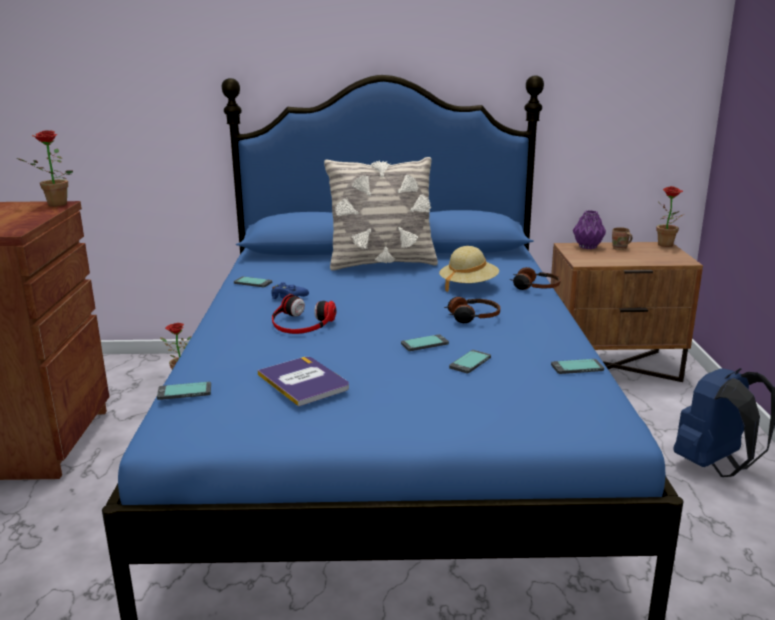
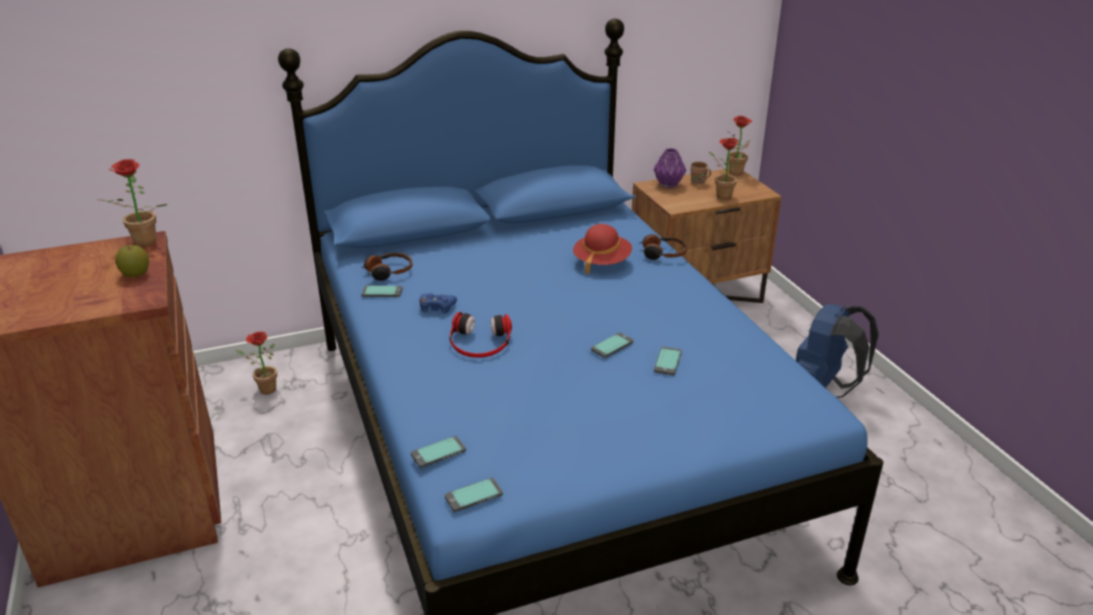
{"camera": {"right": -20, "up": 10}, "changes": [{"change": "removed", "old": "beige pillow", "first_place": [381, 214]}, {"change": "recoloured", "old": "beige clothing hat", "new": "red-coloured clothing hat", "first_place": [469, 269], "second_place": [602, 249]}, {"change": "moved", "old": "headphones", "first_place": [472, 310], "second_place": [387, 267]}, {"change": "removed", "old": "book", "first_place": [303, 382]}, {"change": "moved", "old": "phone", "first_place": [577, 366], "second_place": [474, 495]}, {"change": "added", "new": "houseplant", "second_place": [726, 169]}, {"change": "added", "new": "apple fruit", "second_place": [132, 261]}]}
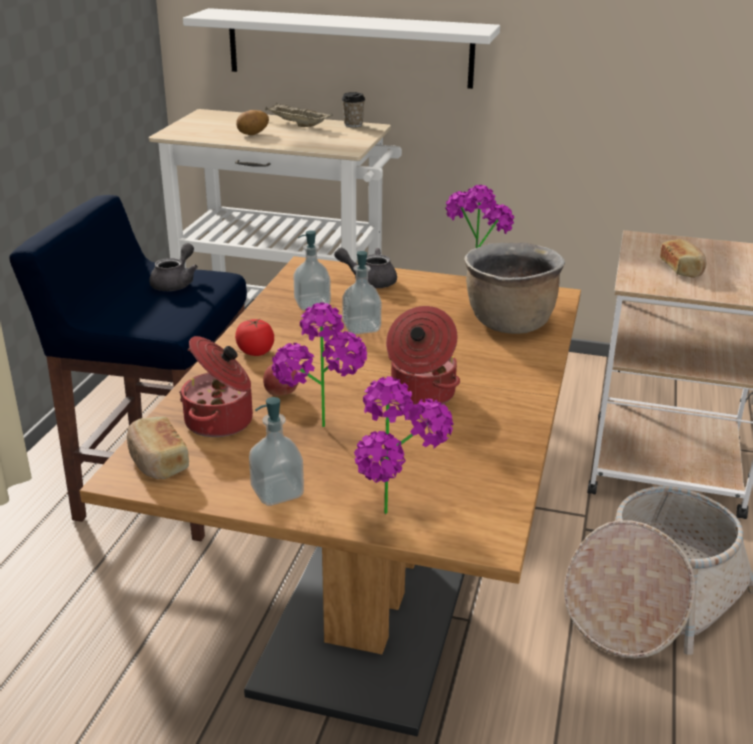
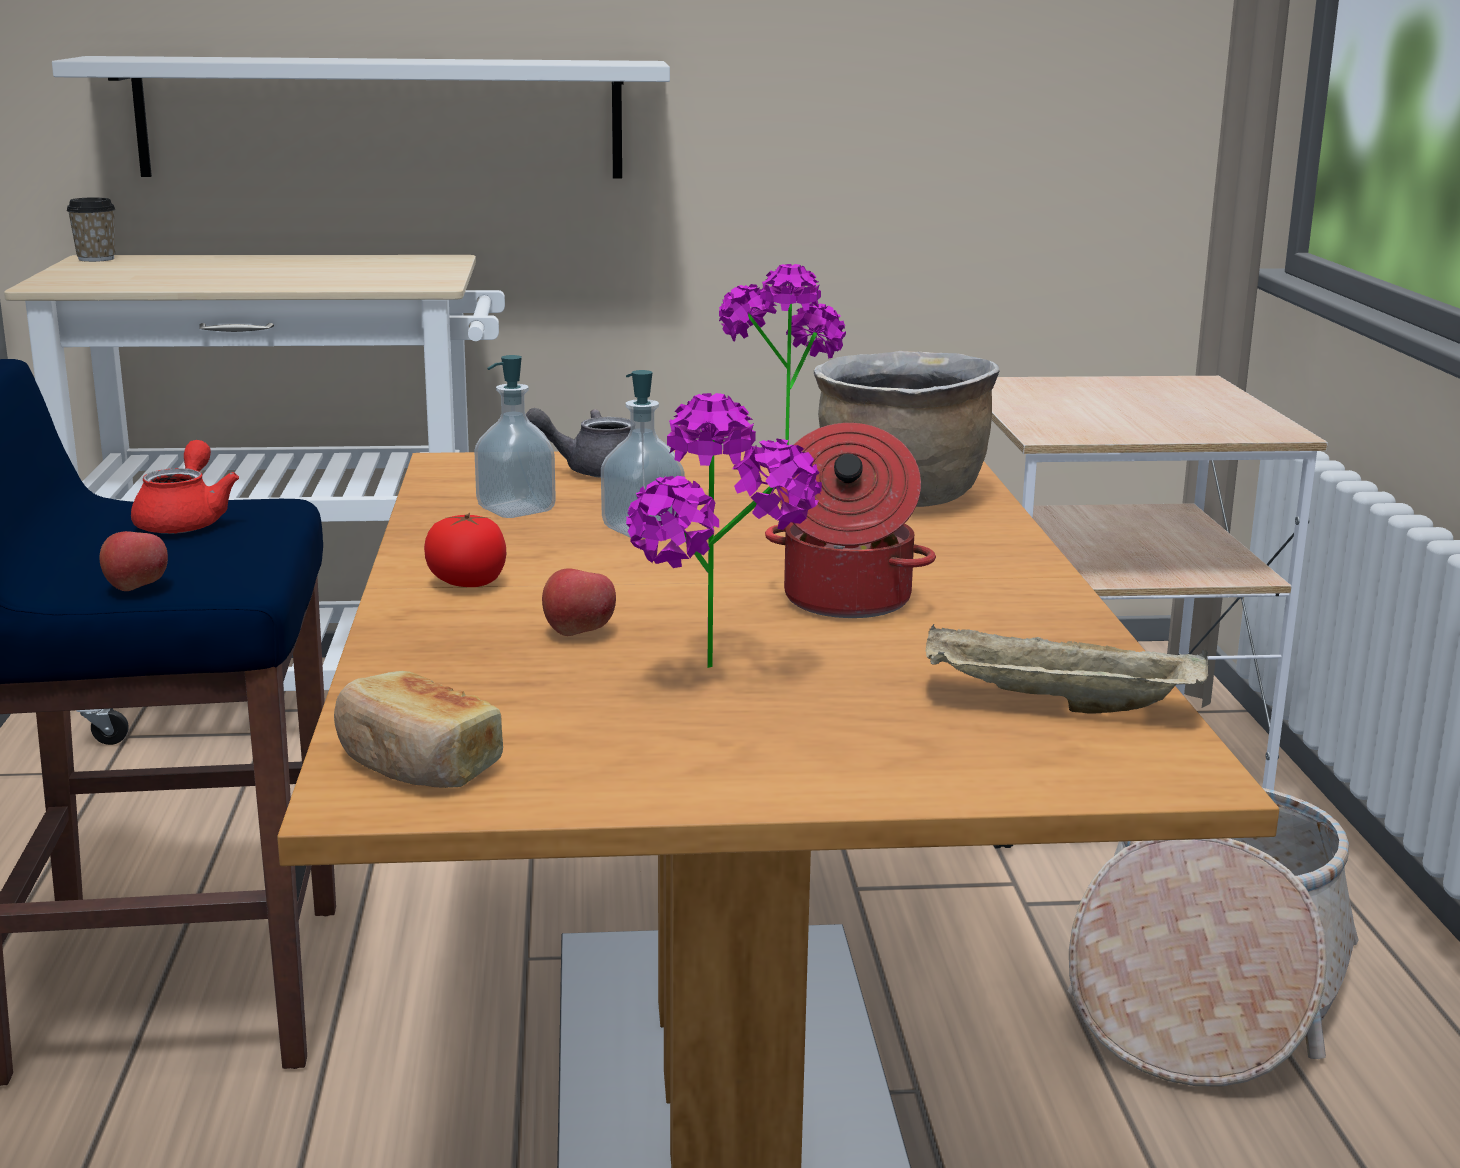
{"camera": {"right": -20, "up": -10}, "changes": [{"change": "moved", "old": "drinking cup", "first_place": [353, 109], "second_place": [91, 229]}, {"change": "moved", "old": "beige serving tray", "first_place": [299, 115], "second_place": [1067, 669]}, {"change": "removed", "old": "potato", "first_place": [252, 122]}, {"change": "removed", "old": "bakery bread", "first_place": [683, 258]}, {"change": "recoloured", "old": "grey teapot", "new": "red-coloured teapot", "first_place": [173, 267], "second_place": [185, 487]}, {"change": "removed", "old": "stockpot", "first_place": [216, 386]}, {"change": "removed", "old": "houseplant", "first_place": [404, 445]}, {"change": "removed", "old": "soap bottle", "first_place": [276, 451]}, {"change": "added", "new": "apple fruit", "second_place": [134, 561]}]}
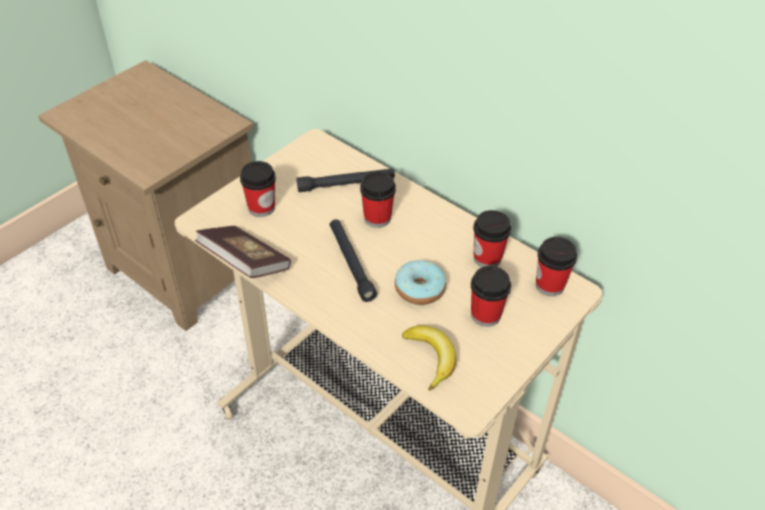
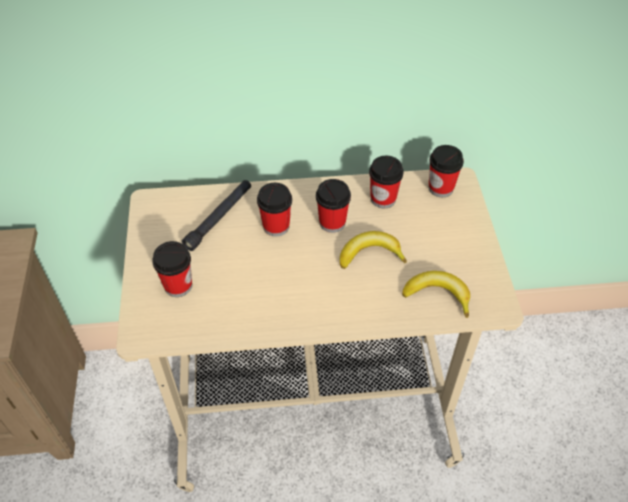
{"camera": {"right": -45, "up": 5}, "changes": [{"change": "removed", "old": "blackish hand torch", "first_place": [353, 260]}, {"change": "removed", "old": "book", "first_place": [243, 252]}, {"change": "replaced", "old": "doughnut", "new": "whole banana", "first_place": [420, 282], "second_place": [373, 250]}, {"change": "moved", "old": "drinking cup", "first_place": [491, 296], "second_place": [333, 206]}]}
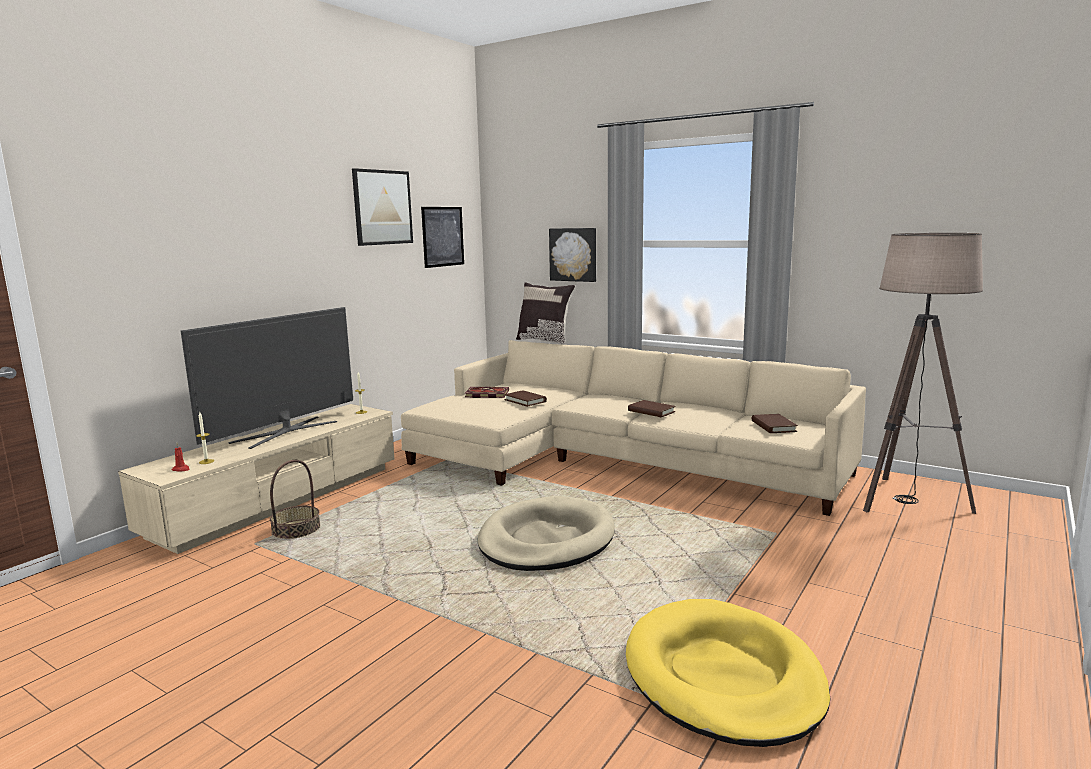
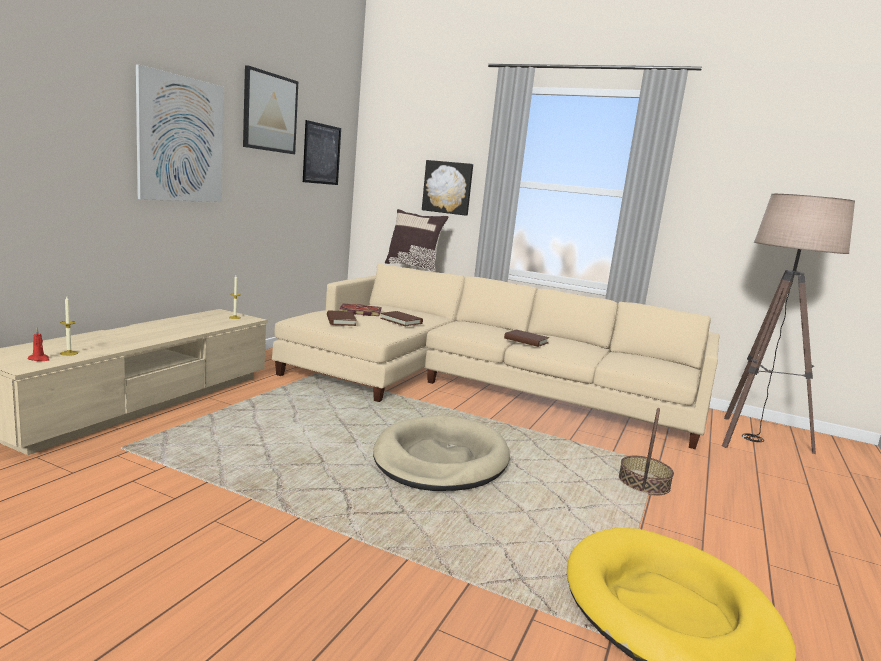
{"camera": {"right": -10, "up": 0}, "changes": [{"change": "removed", "old": "TV", "first_place": [267, 378]}, {"change": "moved", "old": "brownish book", "first_place": [775, 423], "second_place": [342, 318]}, {"change": "moved", "old": "storage basket", "first_place": [295, 499], "second_place": [646, 452]}, {"change": "added", "new": "wall picture", "second_place": [180, 133]}]}
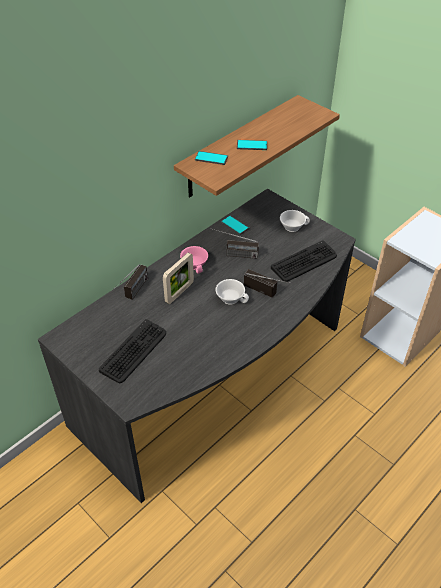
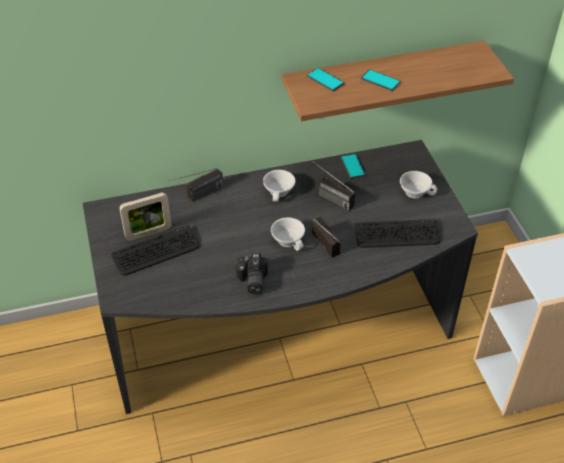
{"camera": {"right": 30, "up": 0}, "changes": [{"change": "recoloured", "old": "pinkish drinking cup", "new": "white drinking cup", "first_place": [194, 260], "second_place": [279, 186]}, {"change": "moved", "old": "standing frame", "first_place": [178, 278], "second_place": [145, 216]}, {"change": "added", "new": "still camera", "second_place": [252, 273]}]}
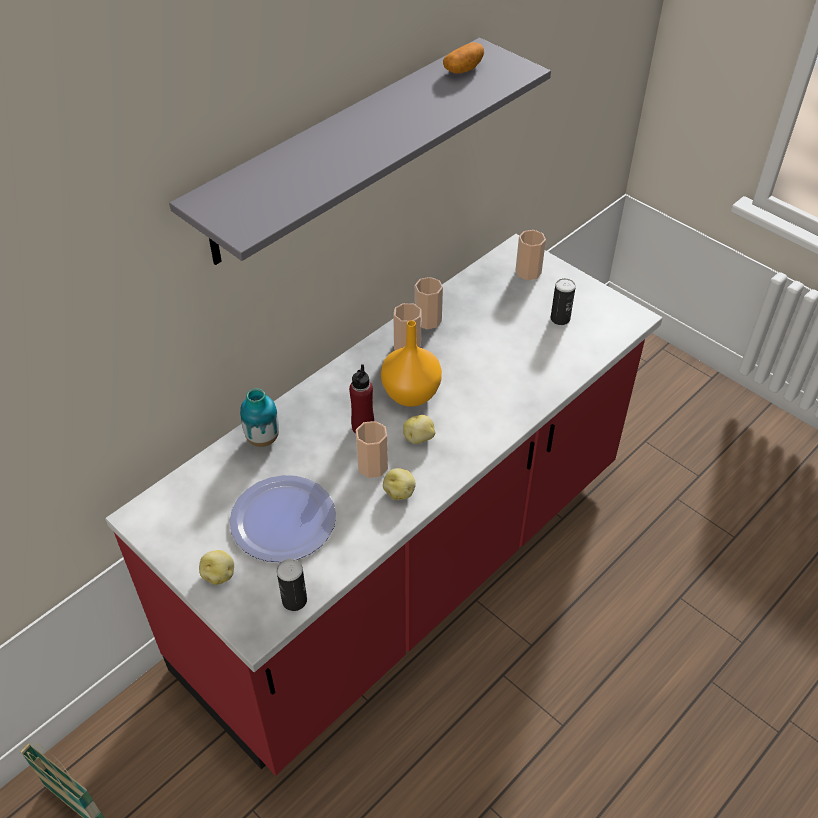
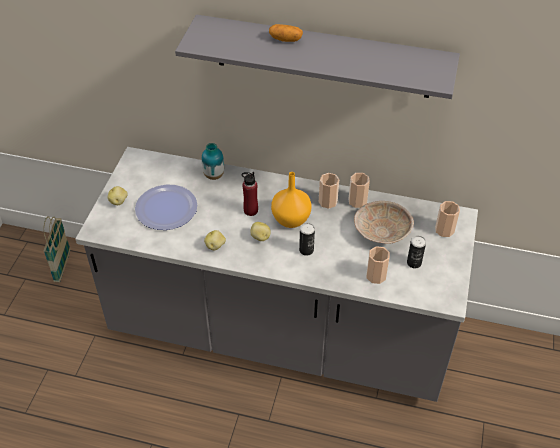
{"camera": {"right": 60, "up": 0}, "changes": [{"change": "moved", "old": "potato", "first_place": [463, 58], "second_place": [286, 33]}, {"change": "recoloured", "old": "red-coloured kitchen base unit", "new": "grey kitchen base unit", "first_place": [384, 505], "second_place": [276, 274]}, {"change": "moved", "old": "drinking cup", "first_place": [372, 449], "second_place": [378, 265]}, {"change": "moved", "old": "can", "first_place": [292, 585], "second_place": [307, 239]}, {"change": "added", "new": "beige deep dish", "second_place": [384, 222]}]}
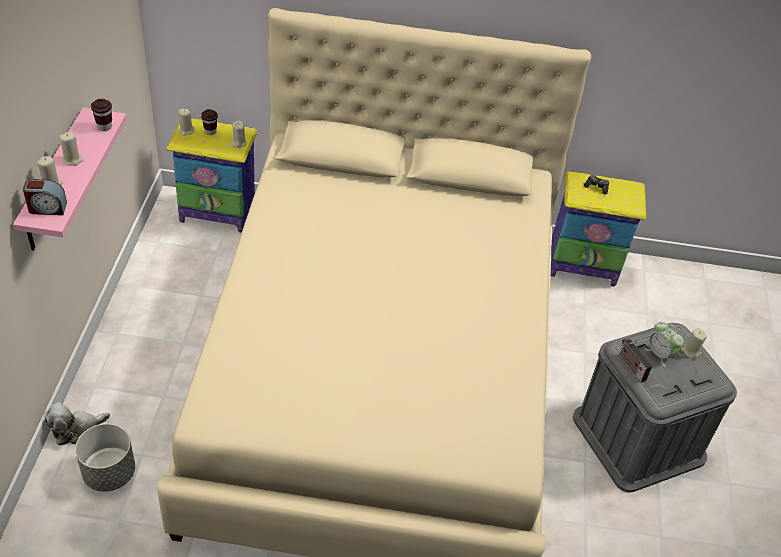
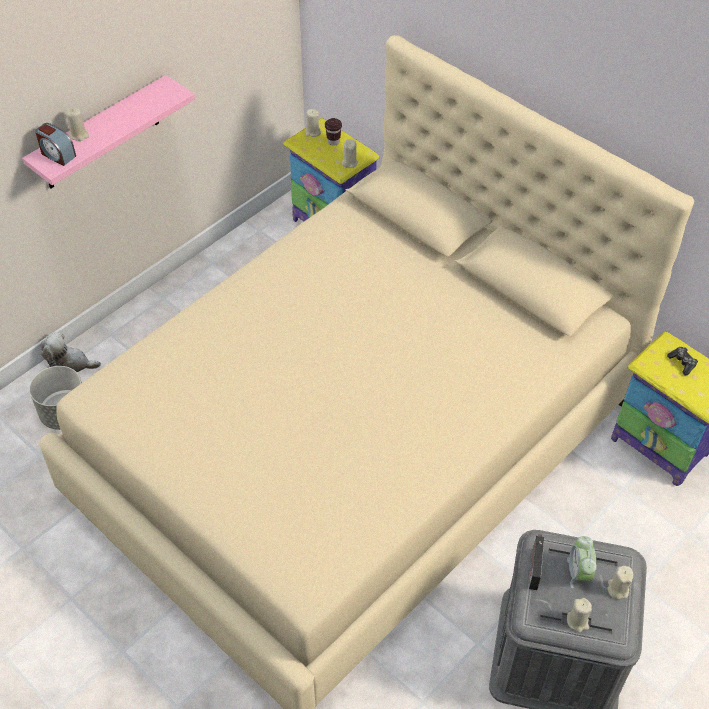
{"camera": {"right": 40, "up": 5}, "changes": [{"change": "removed", "old": "brownish drinking cup", "first_place": [101, 115]}, {"change": "moved", "old": "beige wax light", "first_place": [71, 149], "second_place": [579, 615]}]}
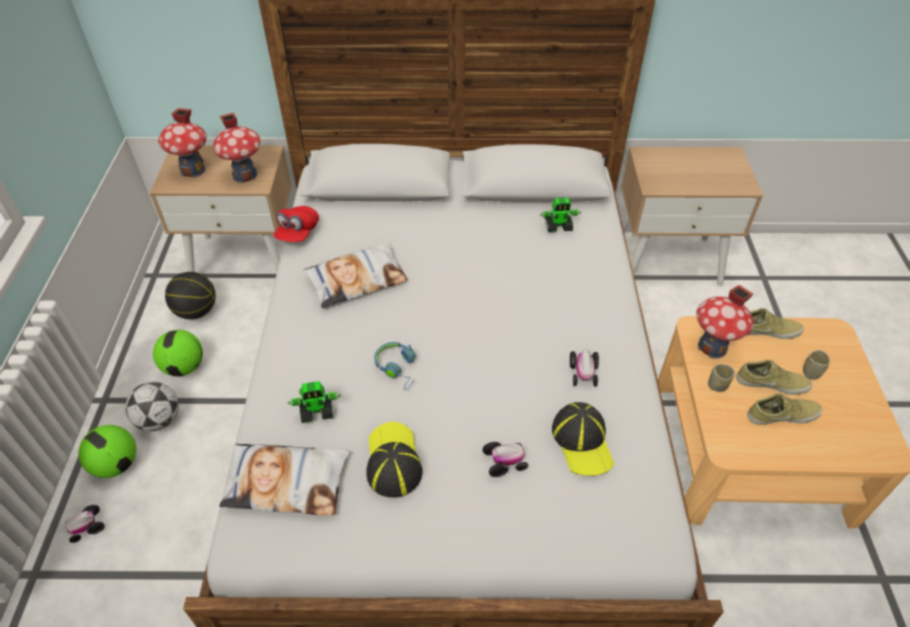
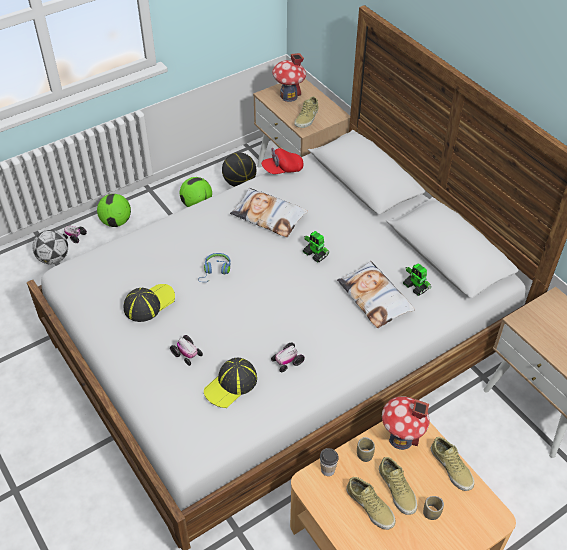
{"camera": {"right": 55, "up": 0}, "changes": [{"change": "replaced", "old": "toy house", "new": "beige item of footwear", "first_place": [236, 148], "second_place": [306, 112]}, {"change": "moved", "old": "toy robot", "first_place": [314, 402], "second_place": [316, 247]}, {"change": "moved", "old": "football", "first_place": [152, 406], "second_place": [50, 247]}, {"change": "moved", "old": "pillow", "first_place": [284, 479], "second_place": [376, 294]}, {"change": "added", "new": "drinking cup", "second_place": [329, 462]}]}
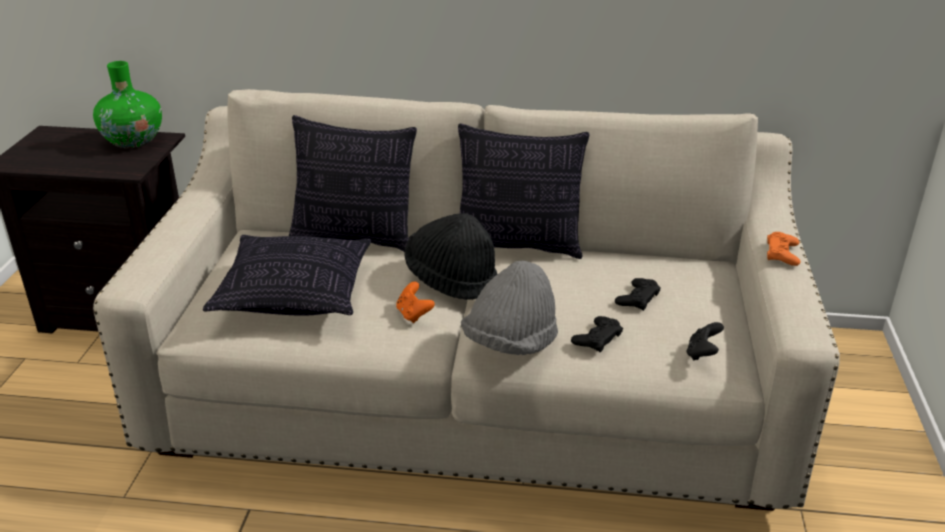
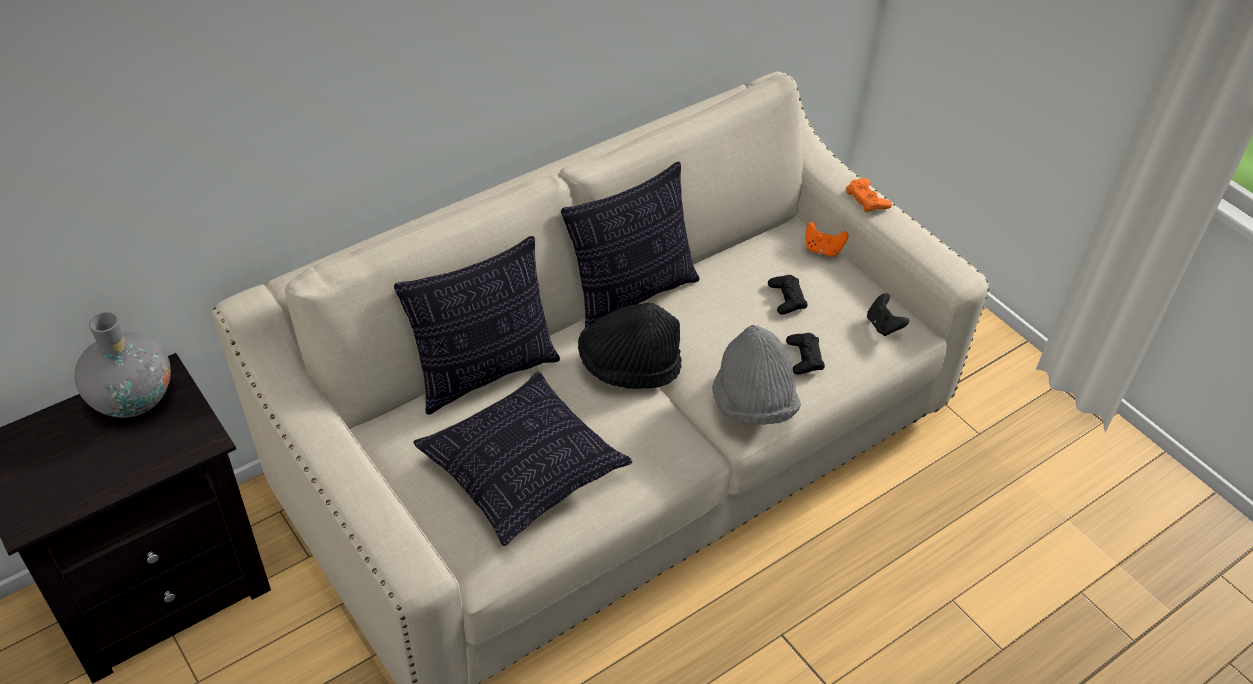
{"camera": {"right": -45, "up": 15}, "changes": [{"change": "recoloured", "old": "green-coloured vase", "new": "grey vase", "first_place": [127, 104], "second_place": [122, 365]}, {"change": "moved", "old": "orangey gamepad", "first_place": [415, 302], "second_place": [827, 239]}]}
